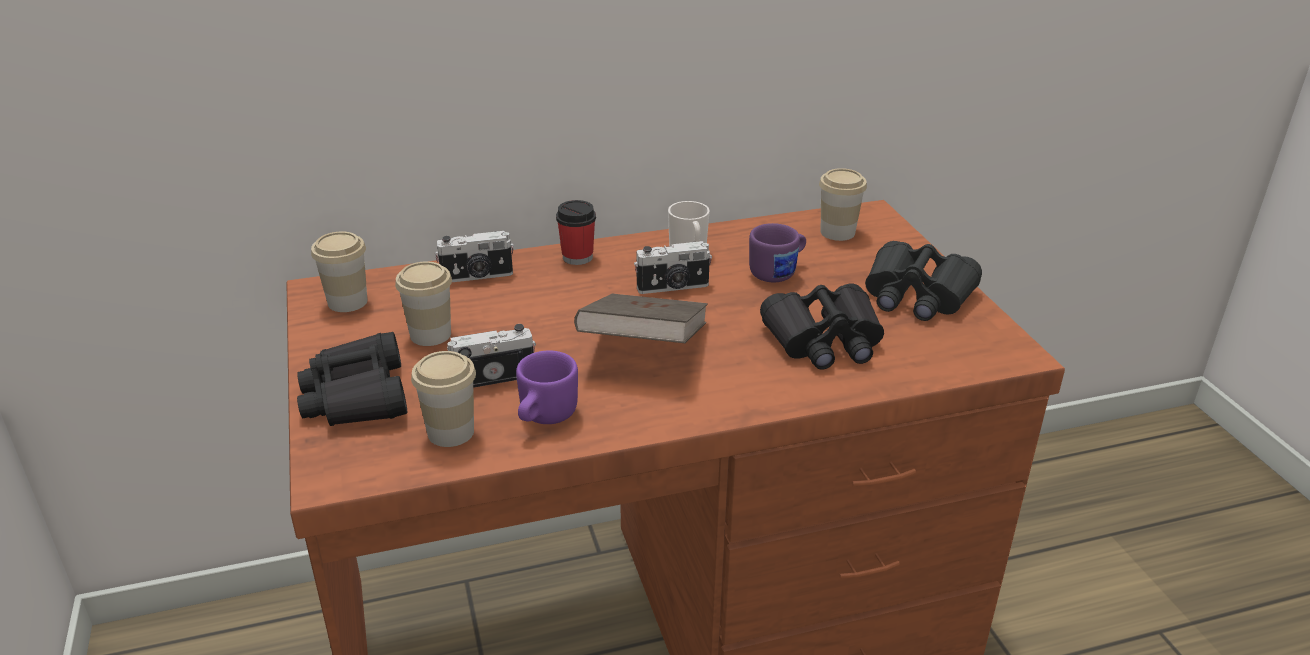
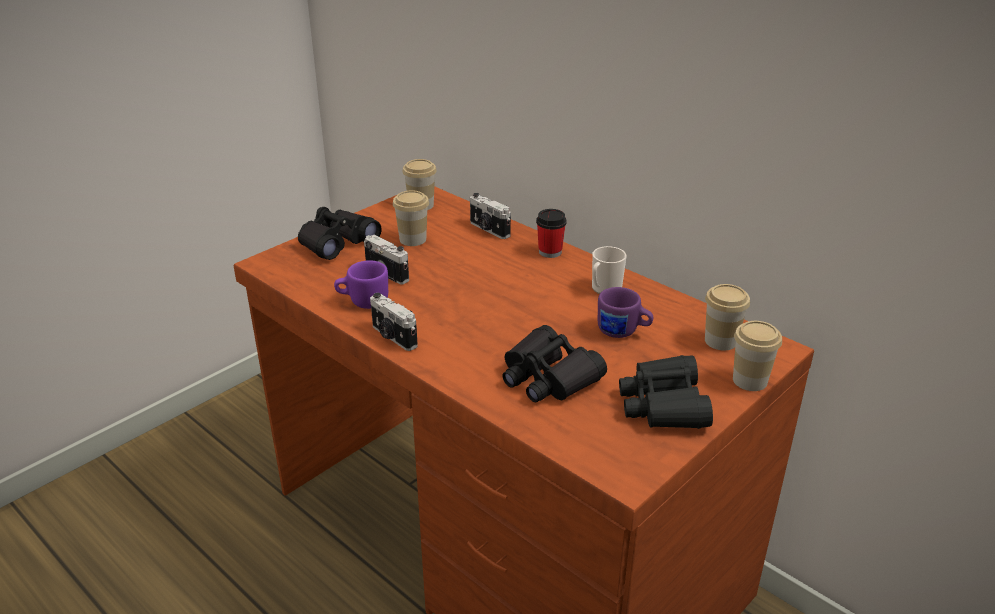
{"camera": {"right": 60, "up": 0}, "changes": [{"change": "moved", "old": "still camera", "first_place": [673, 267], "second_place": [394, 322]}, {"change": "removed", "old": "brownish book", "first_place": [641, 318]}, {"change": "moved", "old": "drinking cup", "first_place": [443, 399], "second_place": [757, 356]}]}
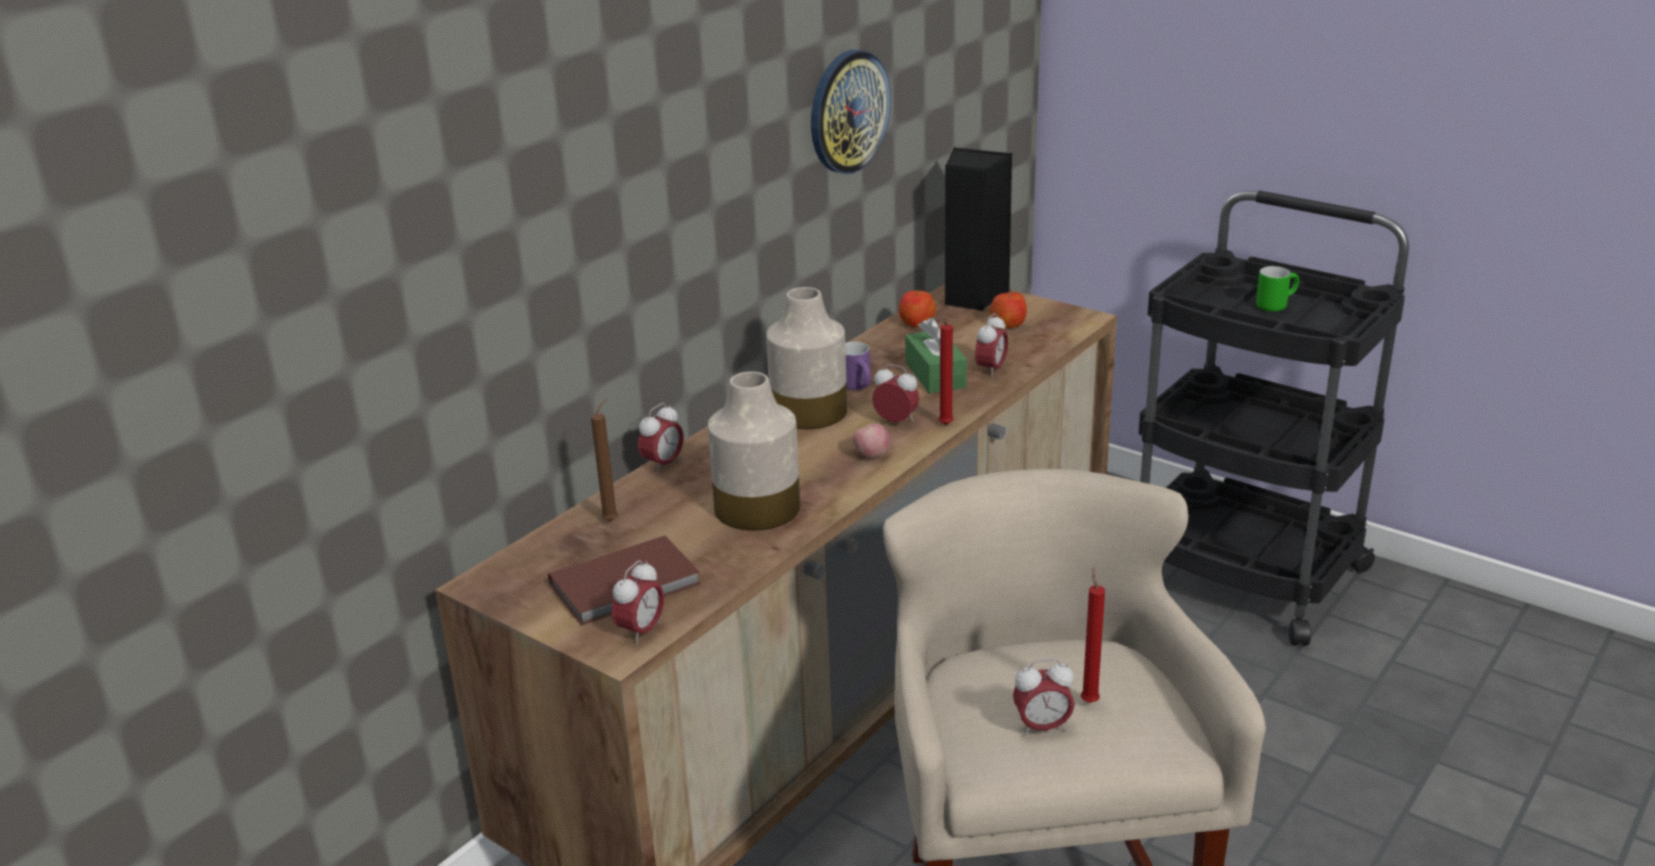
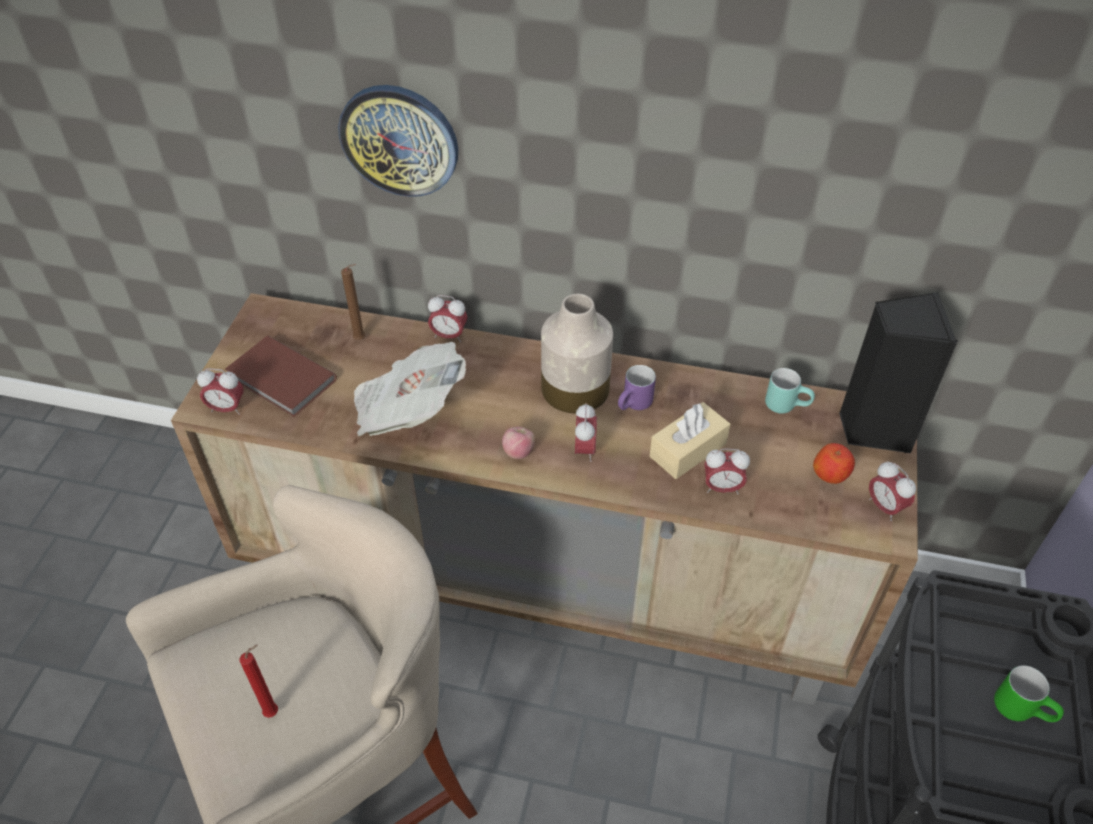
{"camera": {"right": 65, "up": 20}, "changes": [{"change": "moved", "old": "hanging clock", "first_place": [851, 112], "second_place": [398, 141]}, {"change": "replaced", "old": "apple fruit", "new": "turquoise coffee mug", "first_place": [917, 309], "second_place": [790, 390]}, {"change": "recoloured", "old": "green-coloured tissue holder", "new": "beige tissue holder", "first_place": [936, 355], "second_place": [690, 440]}, {"change": "removed", "old": "red-coloured wax light", "first_place": [944, 371]}, {"change": "replaced", "old": "beige vase", "new": "printed paper", "first_place": [754, 451], "second_place": [410, 389]}, {"change": "moved", "old": "bedside clock", "first_place": [1044, 697], "second_place": [892, 491]}]}
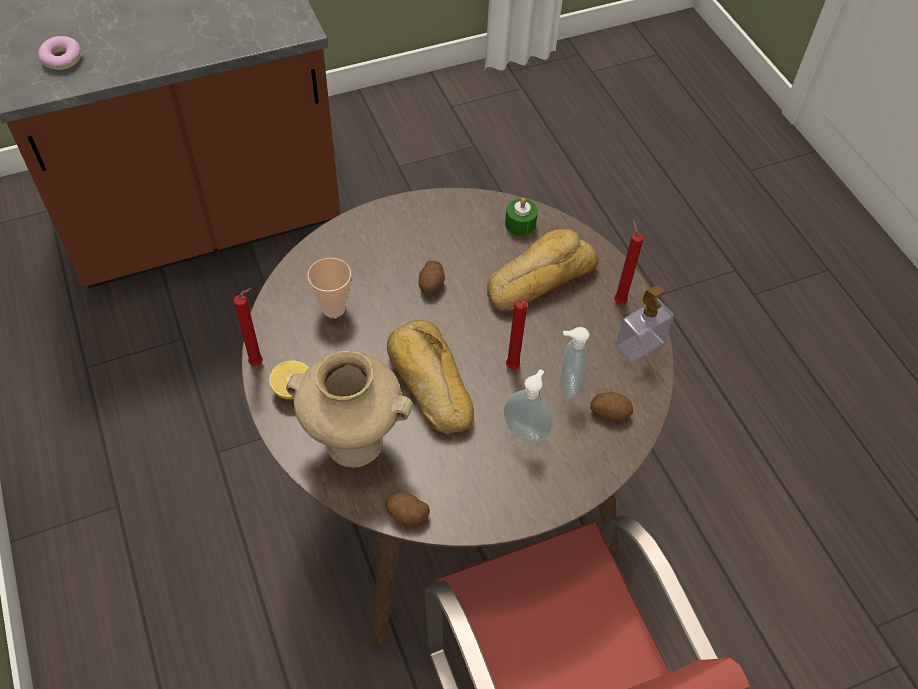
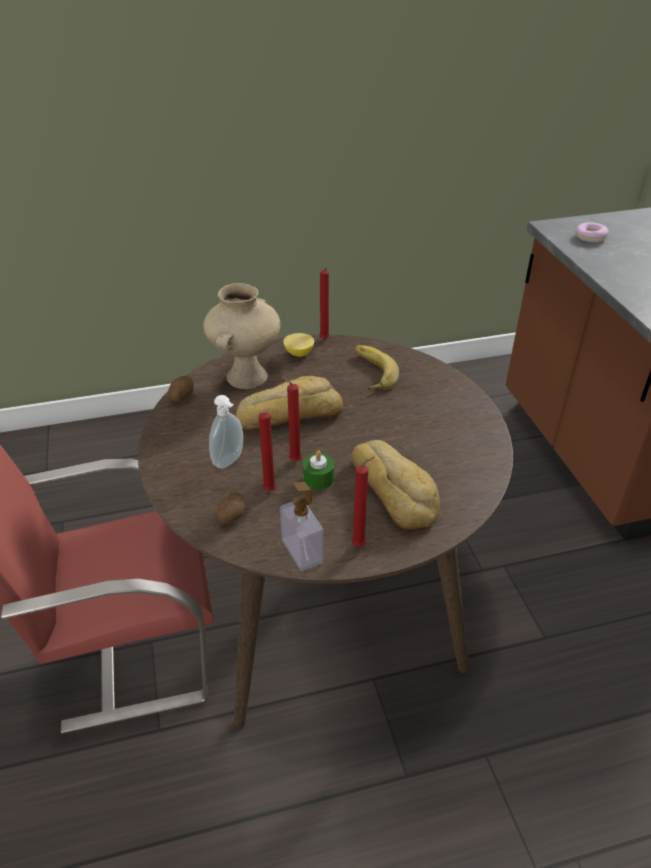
{"camera": {"right": 100, "up": -15}, "changes": [{"change": "moved", "old": "green-coloured wax light", "first_place": [521, 217], "second_place": [318, 470]}, {"change": "replaced", "old": "drinking cup", "new": "whole banana", "first_place": [329, 288], "second_place": [377, 367]}, {"change": "removed", "old": "potato", "first_place": [431, 277]}, {"change": "replaced", "old": "soap bottle", "new": "red-coloured wax light", "first_place": [575, 362], "second_place": [267, 451]}]}
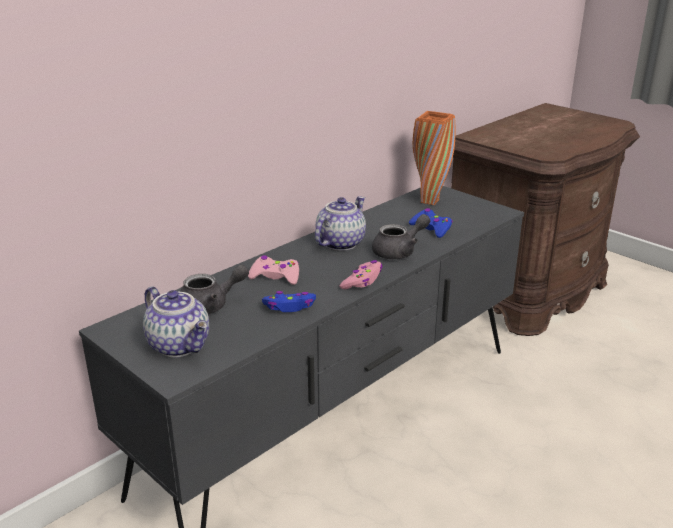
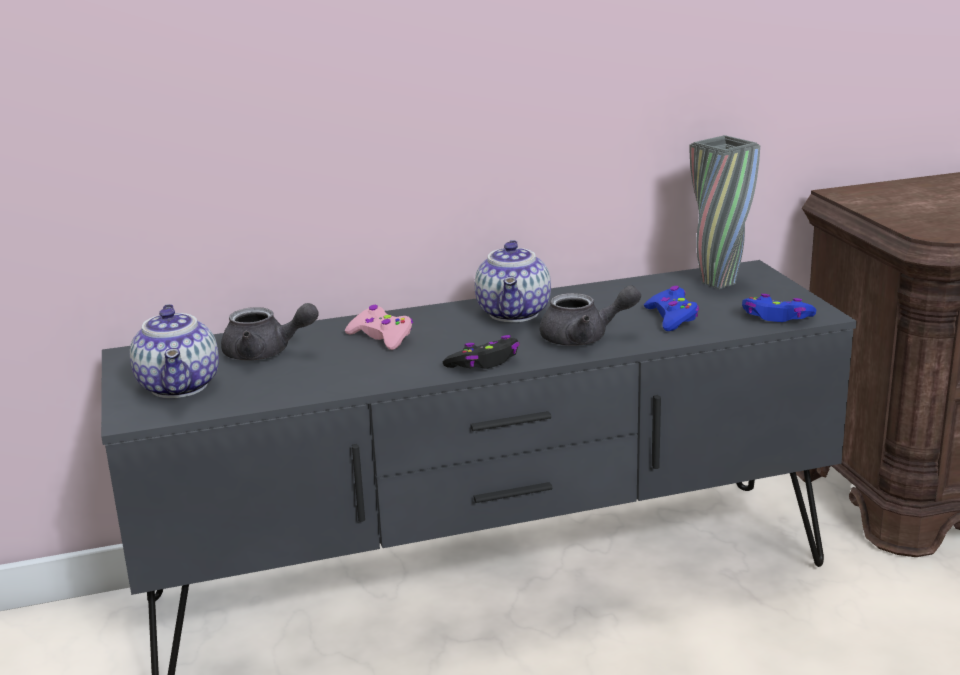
{"camera": {"right": 30, "up": -5}, "changes": [{"change": "recoloured", "old": "orangey vase", "new": "grey vase", "first_place": [434, 158], "second_place": [725, 212]}, {"change": "turned", "old": "teapot", "first_place": [340, 223], "second_place": [513, 281], "degrees": 120}, {"change": "recoloured", "old": "pinkish gamepad", "new": "blackish gamepad", "first_place": [360, 274], "second_place": [481, 352]}, {"change": "moved", "old": "bluish gamepad", "first_place": [289, 301], "second_place": [779, 308]}]}
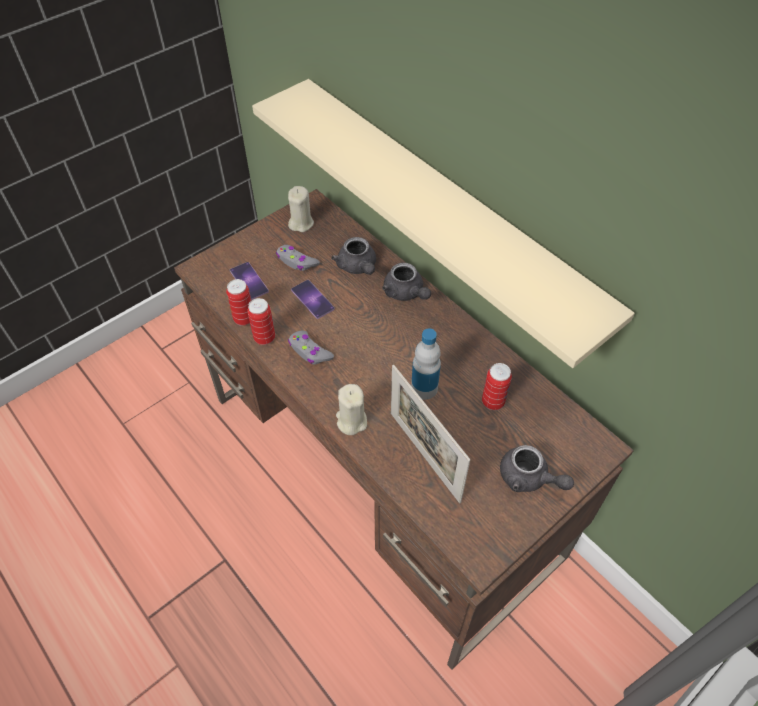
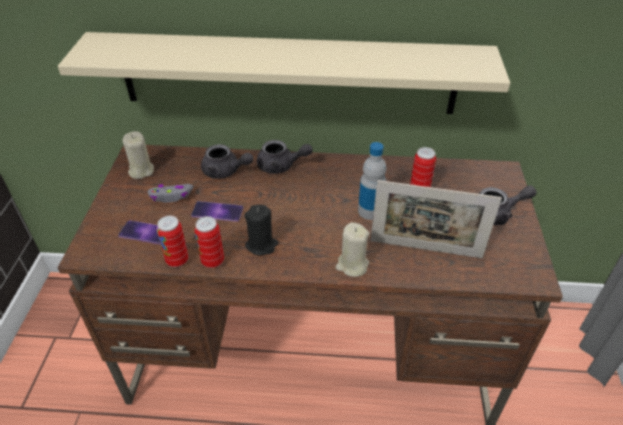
{"camera": {"right": -45, "up": -10}, "changes": [{"change": "replaced", "old": "grey gamepad", "new": "blackish wax light", "first_place": [311, 347], "second_place": [261, 230]}]}
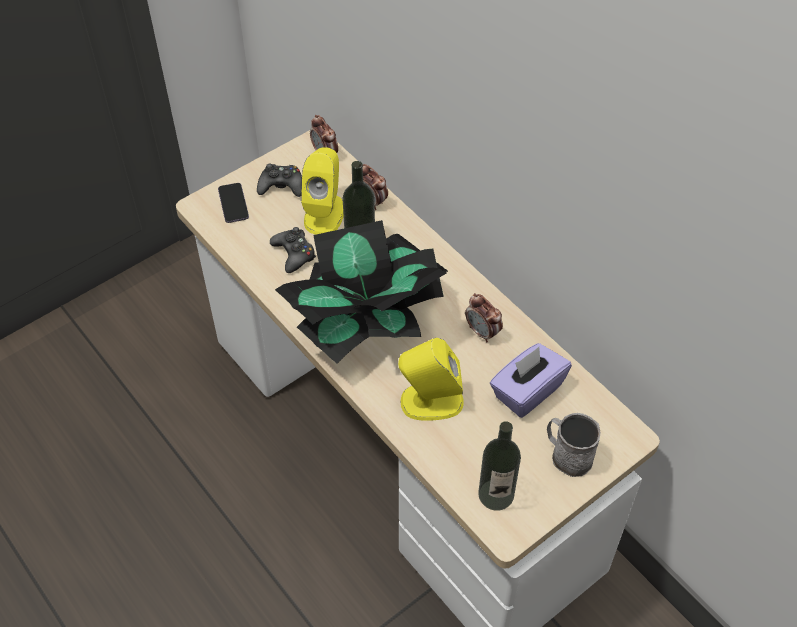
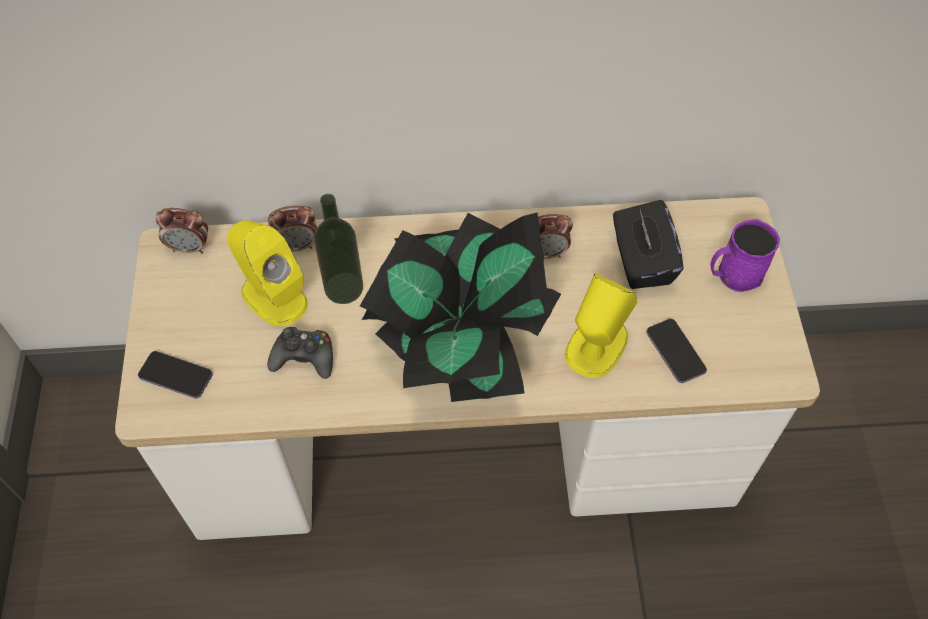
{"camera": {"right": -55, "up": 5}, "changes": [{"change": "removed", "old": "blackish gamepad", "first_place": [279, 180]}, {"change": "recoloured", "old": "purple tissue holder", "new": "blackish tissue holder", "first_place": [531, 380], "second_place": [648, 244]}, {"change": "recoloured", "old": "grey coffee mug", "new": "purple coffee mug", "first_place": [573, 445], "second_place": [745, 255]}, {"change": "removed", "old": "bottle", "first_place": [499, 466]}, {"change": "added", "new": "phone", "second_place": [676, 351]}]}
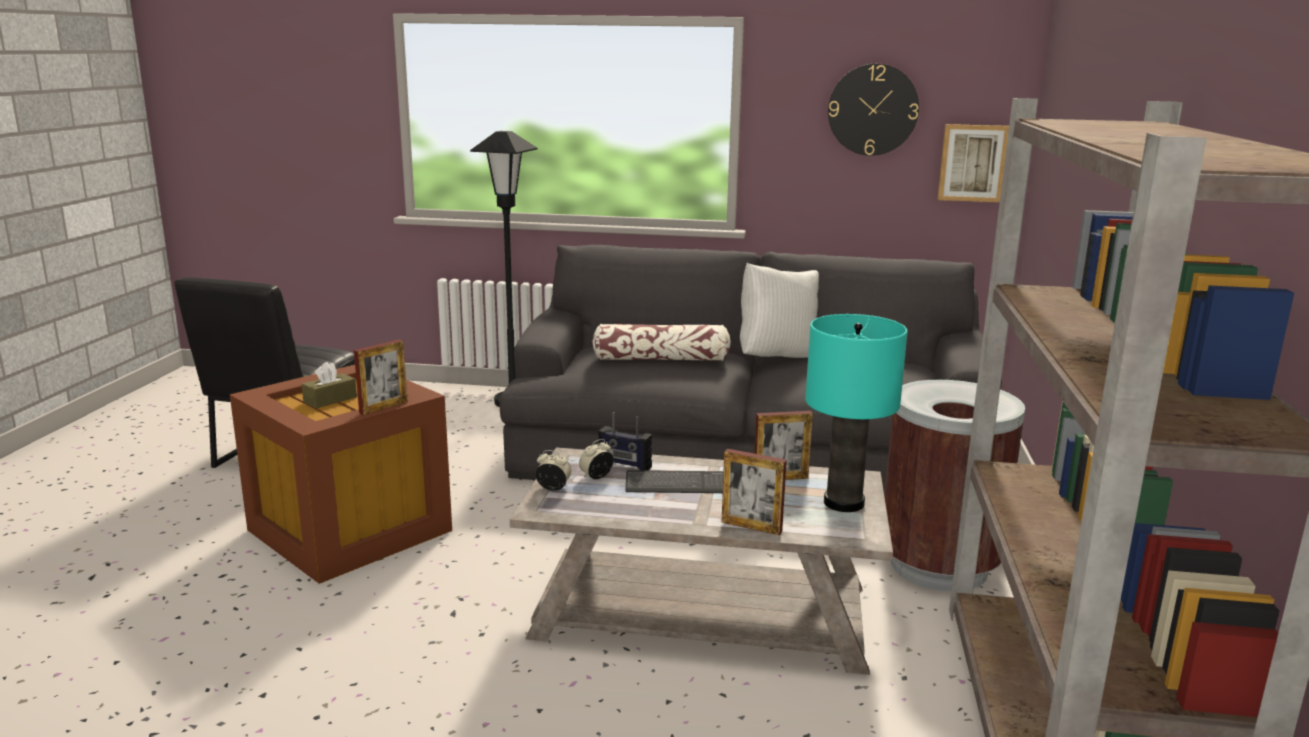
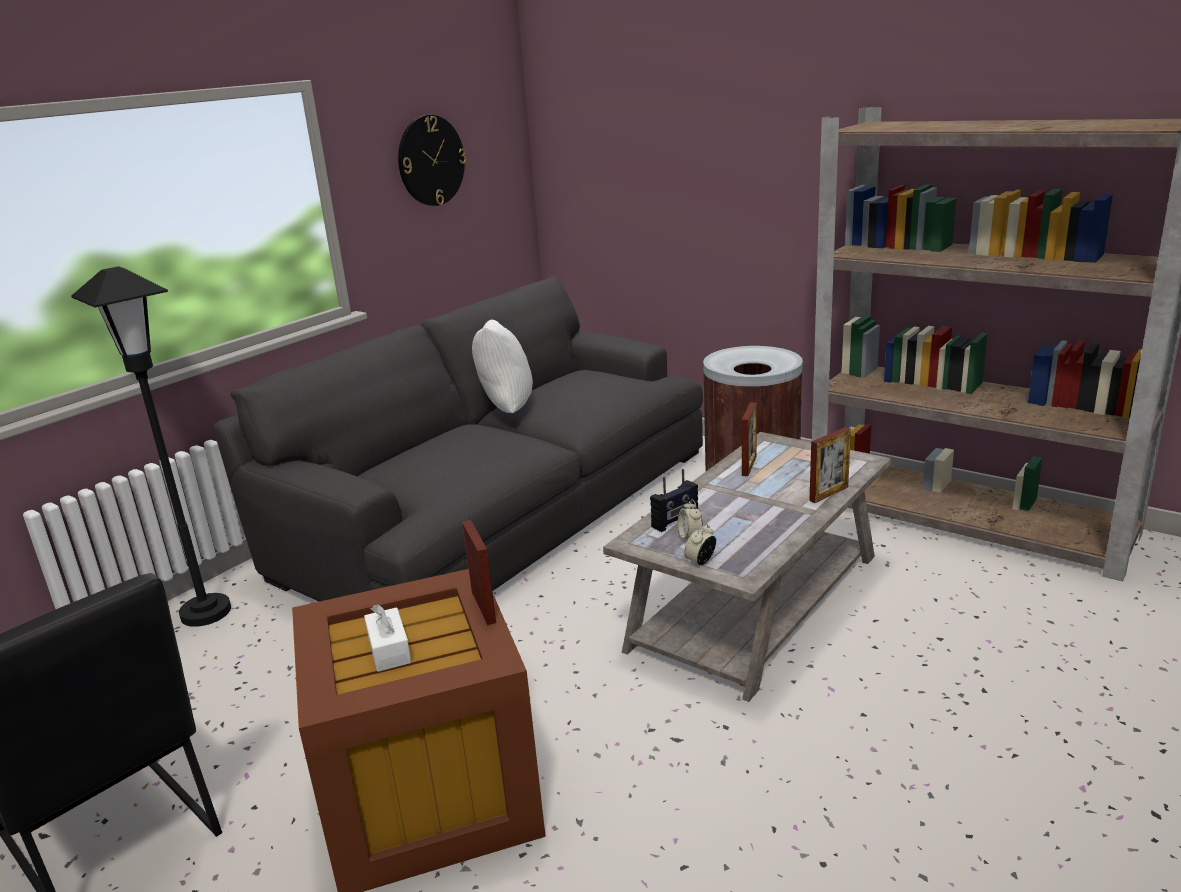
{"camera": {"right": -60, "up": 5}, "changes": [{"change": "removed", "old": "wall picture", "first_place": [973, 163]}, {"change": "removed", "old": "turquoise table lamp", "first_place": [856, 413]}, {"change": "removed", "old": "pillow", "first_place": [661, 342]}, {"change": "recoloured", "old": "brownish tissue holder", "new": "white tissue holder", "first_place": [329, 385], "second_place": [387, 638]}, {"change": "removed", "old": "computer keyboard", "first_place": [674, 481]}]}
